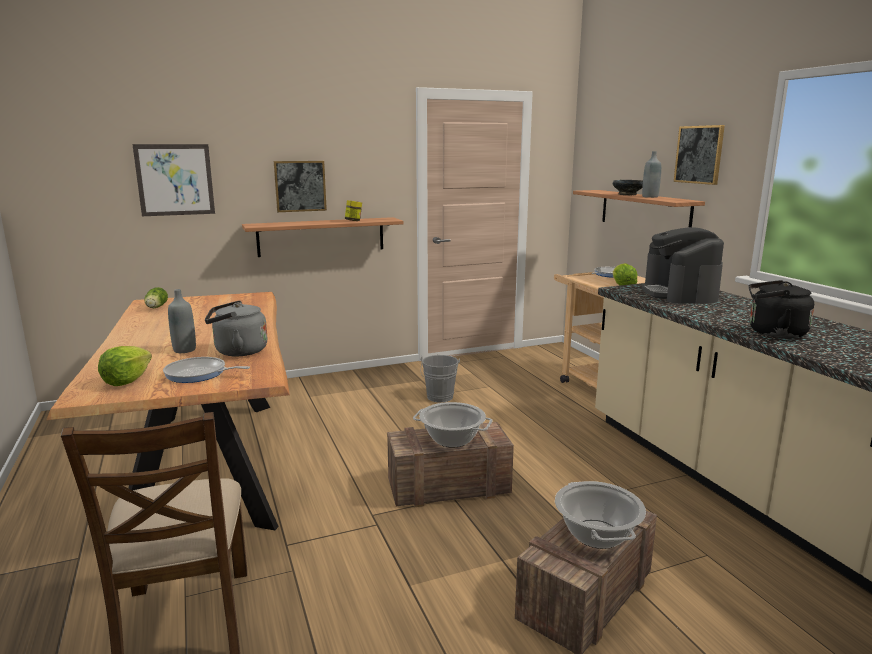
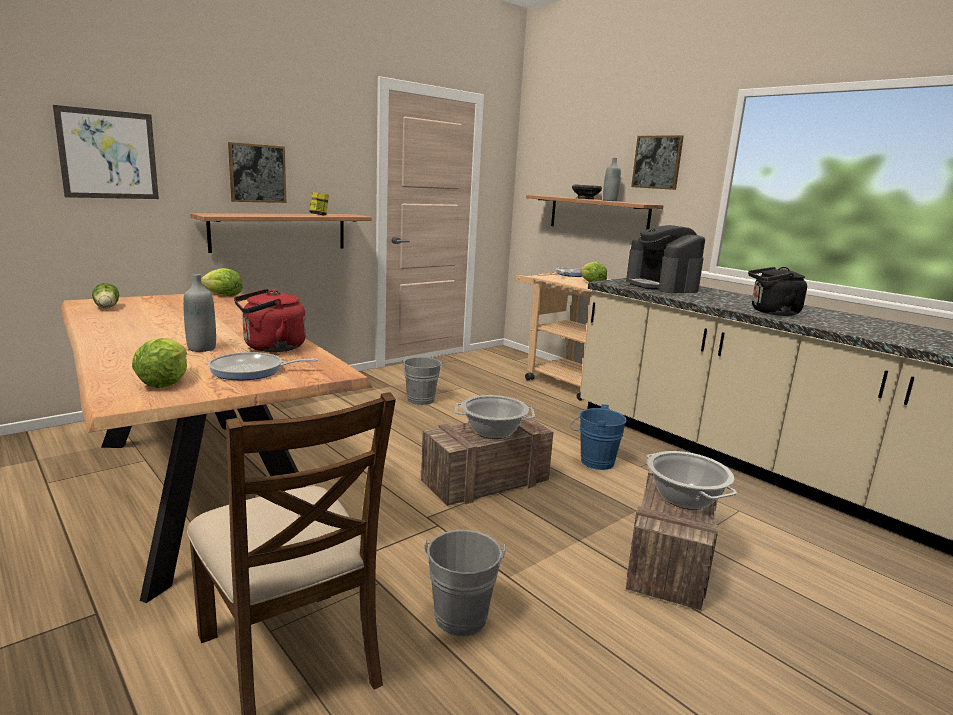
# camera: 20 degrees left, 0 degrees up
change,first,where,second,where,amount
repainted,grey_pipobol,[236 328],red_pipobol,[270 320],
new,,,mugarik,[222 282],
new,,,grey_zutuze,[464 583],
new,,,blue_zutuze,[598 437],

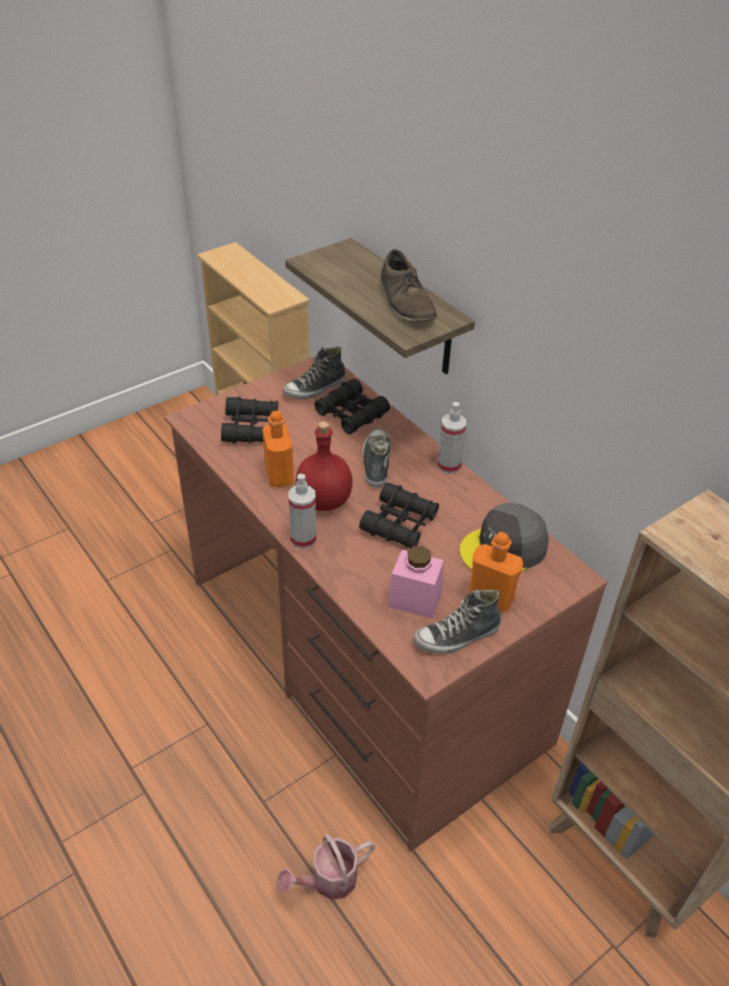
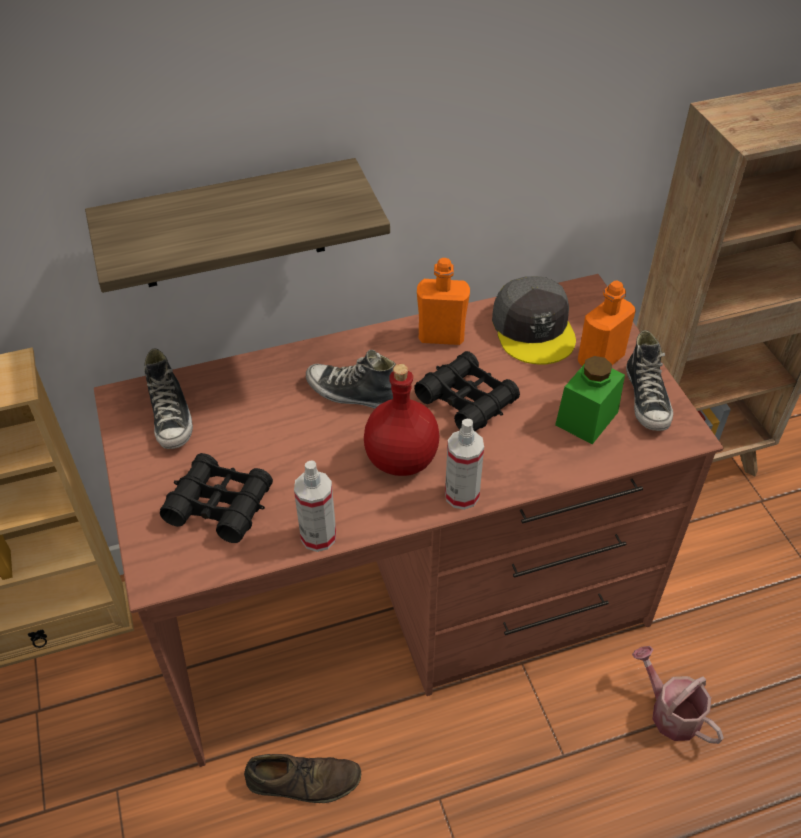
# camera: 70 degrees left, 5 degrees up
change,first,where,second,where,amount
shifted,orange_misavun,[278 448],,[443 301],
rotated,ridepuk,[326 867],,[678 695],150 degrees clockwise
gone,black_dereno,[352 406],,,
shifted,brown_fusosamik,[408 285],,[302 778],
repainted,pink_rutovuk,[415 582],green_rutovuk,[590 400],
shifted,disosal,[451 438],,[315 506],

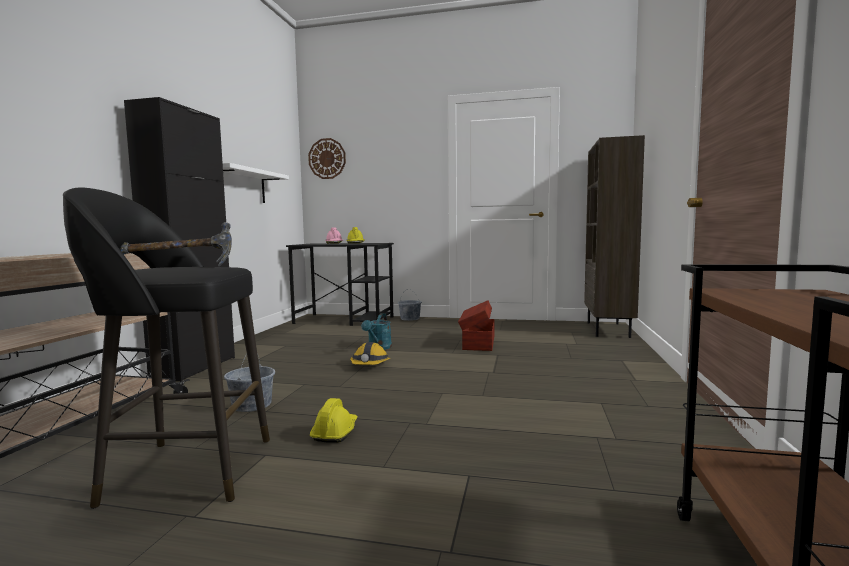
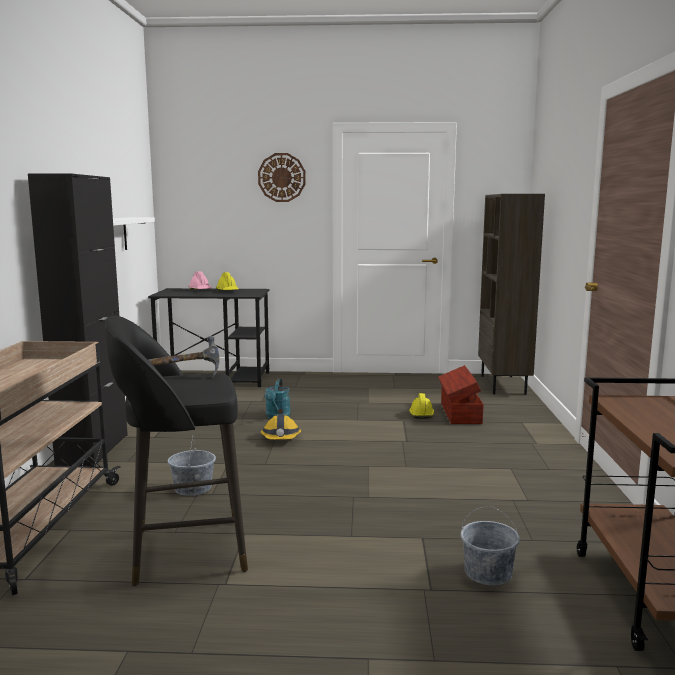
# camera: 10 degrees left, 5 degrees up
change,first,where,second,where,amount
shifted,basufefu,[327 158],,[282 177],
shifted,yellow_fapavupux,[334 420],,[421 406],
shifted,grey_zutuze,[410 305],,[490 545],
shifted,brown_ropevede,[476 325],,[461 394],

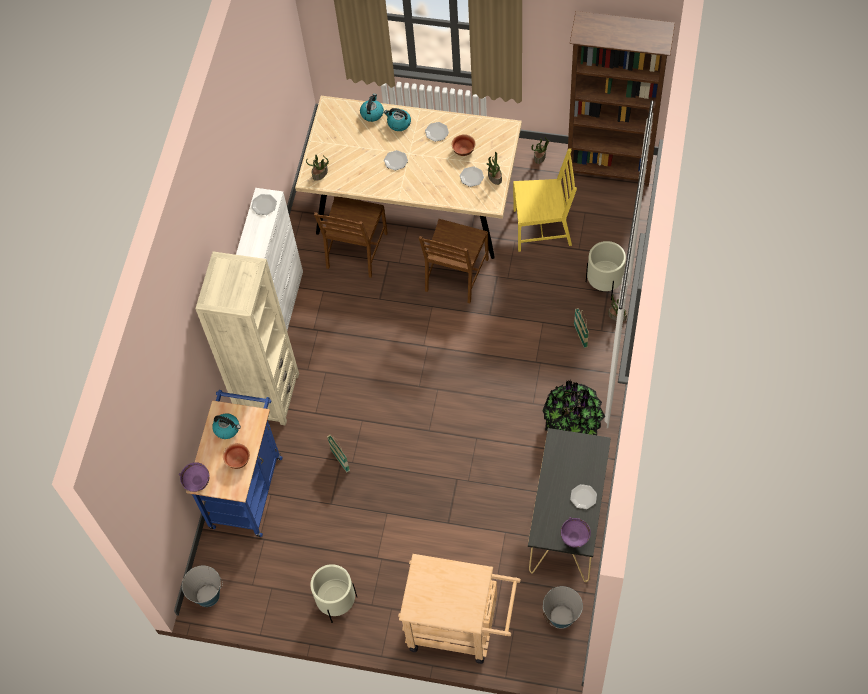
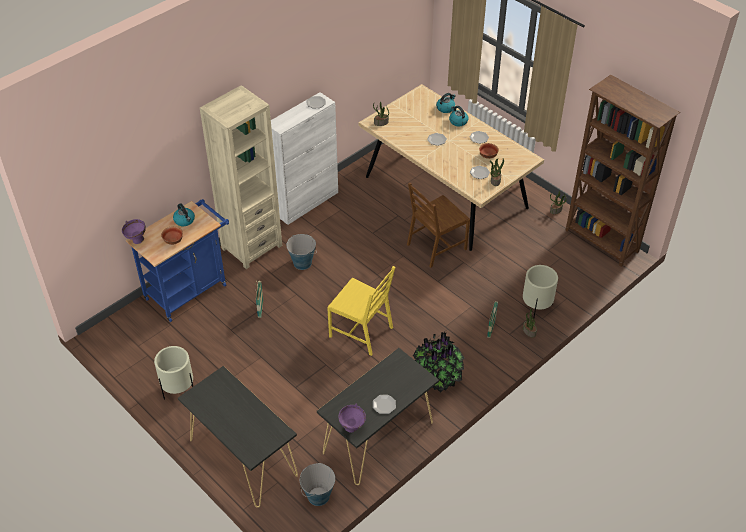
# camera: 30 degrees right, 15 degrees down
change,first,where,second,where,amount
shifted,zutuze,[202 586],,[301 252],
gone,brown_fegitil,[351 237],,,
swapped,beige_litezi,[459 609],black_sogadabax,[238 436],
shifted,yellow_fegitil,[545 200],,[361 311],

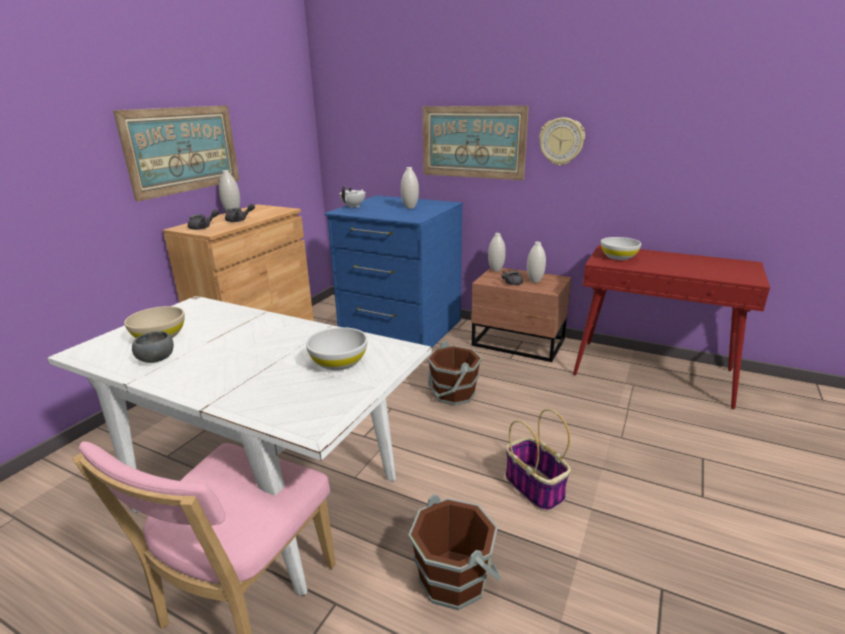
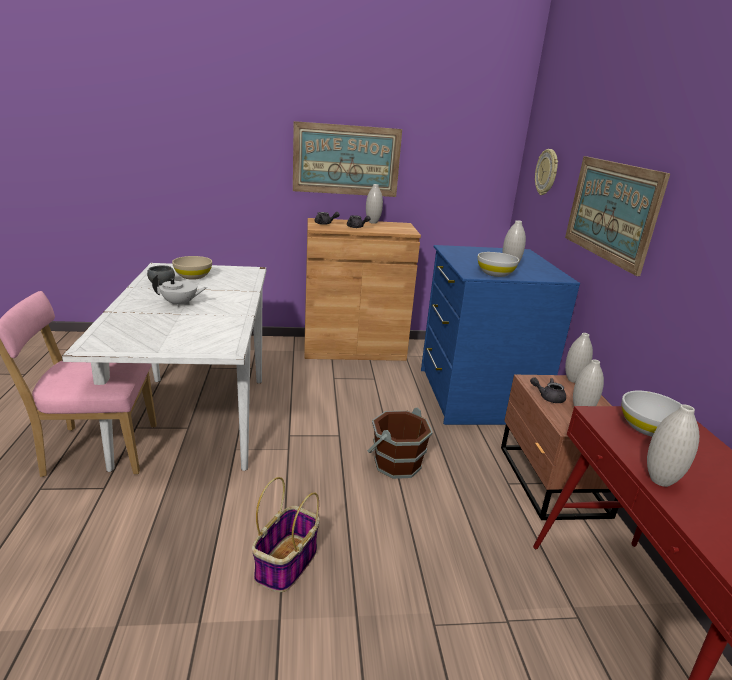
# camera: 55 degrees right, 0 degrees up
change,first,where,second,where,amount
shifted,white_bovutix,[337 348],,[498 264],
shifted,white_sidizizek,[352 197],,[179 291],
gone,brown_zutuze,[455 552],,,
shifted,basufefu,[562 141],,[546 172],
new,,,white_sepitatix,[673 445],

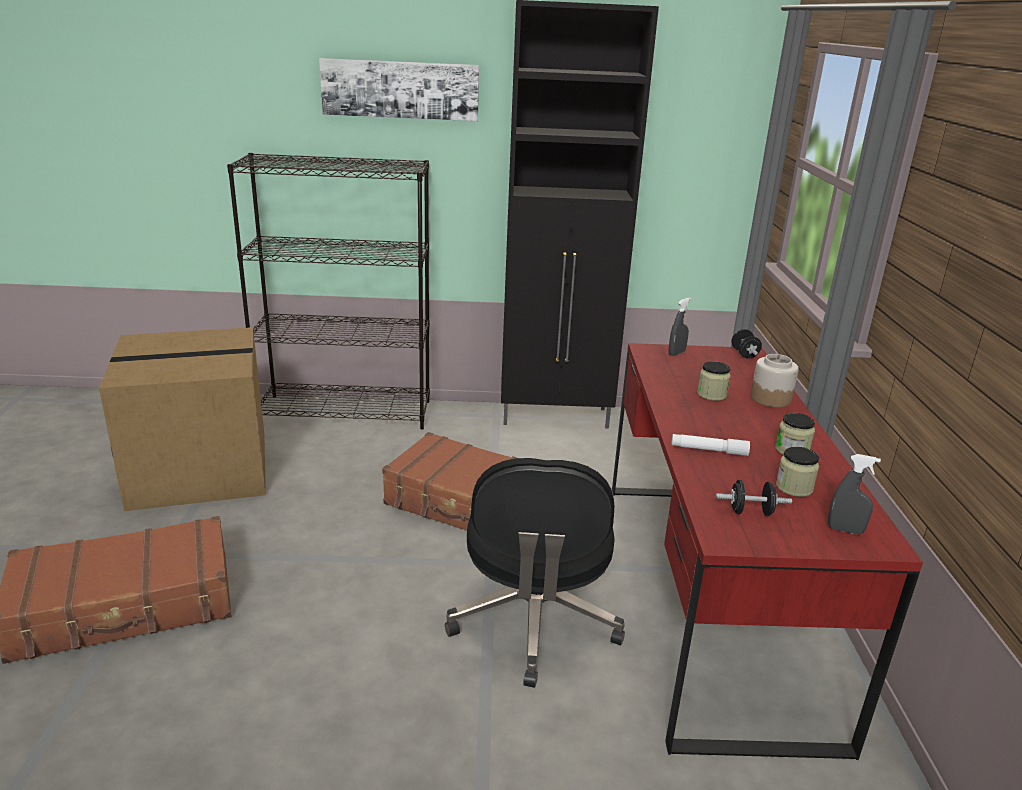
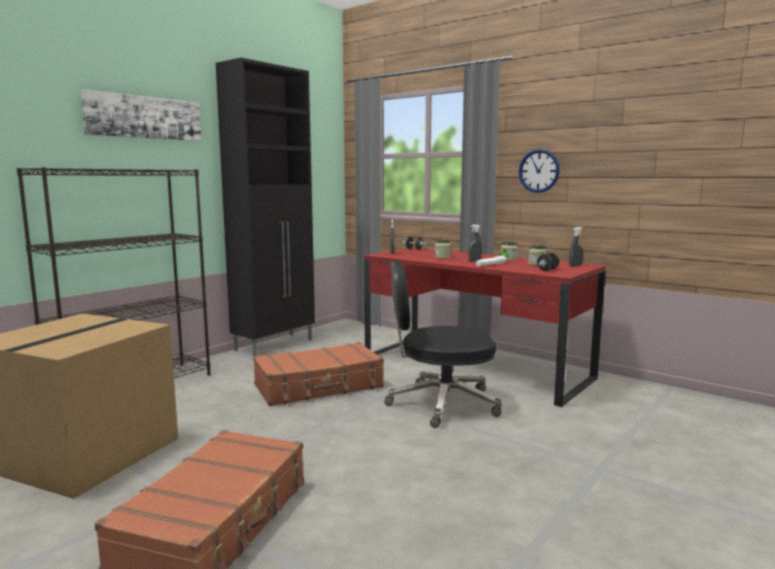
# camera: 50 degrees left, 15 degrees down
change,first,where,second,where,amount
rotated,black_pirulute,[535 573],,[443 344],135 degrees clockwise
gone,rutovuk,[774 380],,,
new,,,grey_disosal,[475 243],
new,,,basufefu,[539 171],

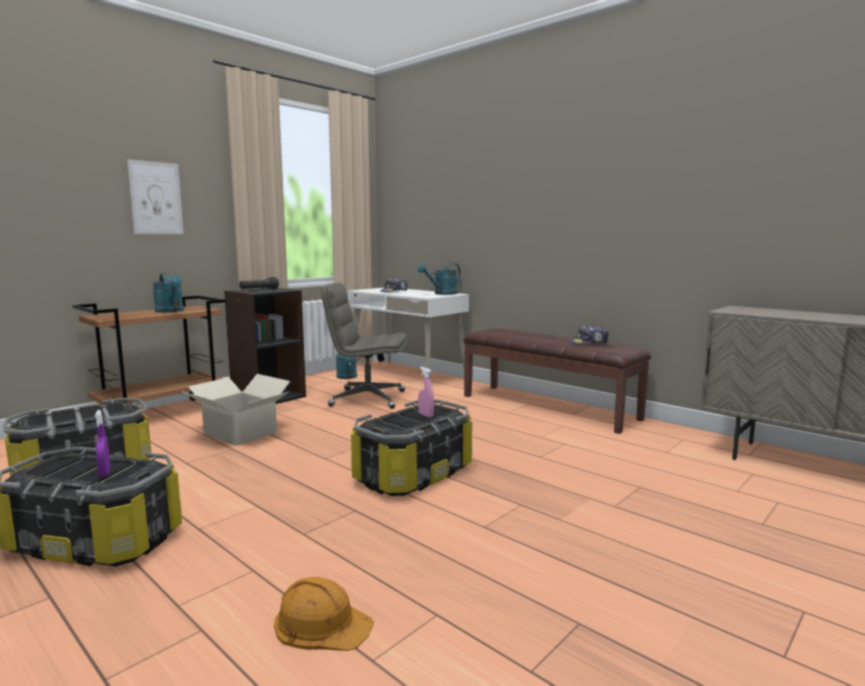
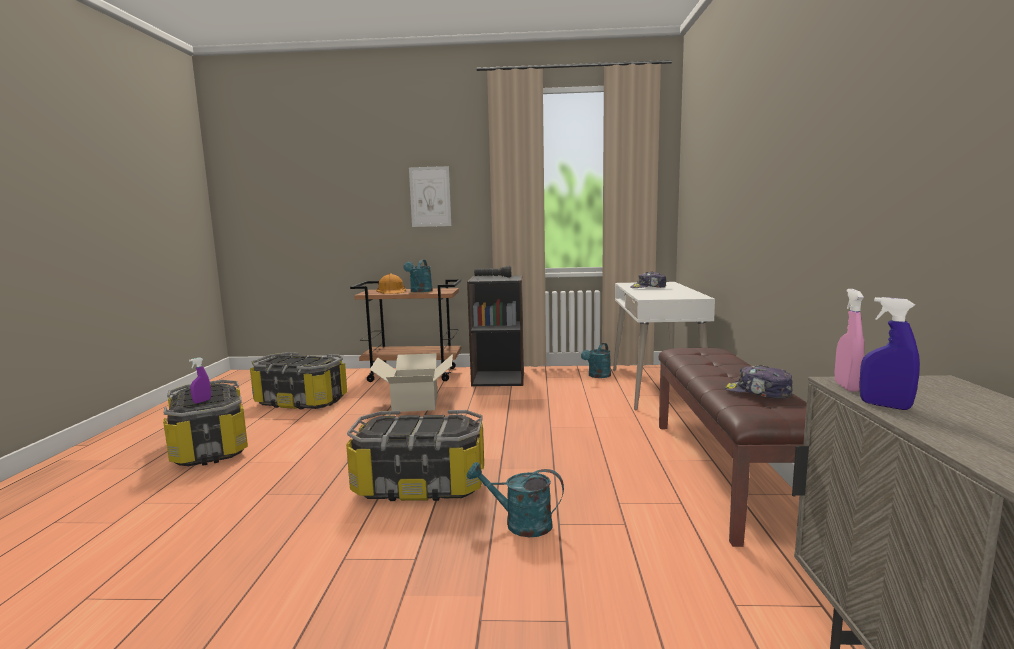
# camera: 50 degrees right, 0 degrees up
change,first,where,second,where,amount
shifted,orange_fapavupux,[324 614],,[391 283],
gone,grey_pirulute,[364 346],,,
shifted,turquoise_ridepuk,[439 279],,[515 499],
shifted,pink_disosal,[426 392],,[849 340],
new,,,blue_disosal,[889 353],

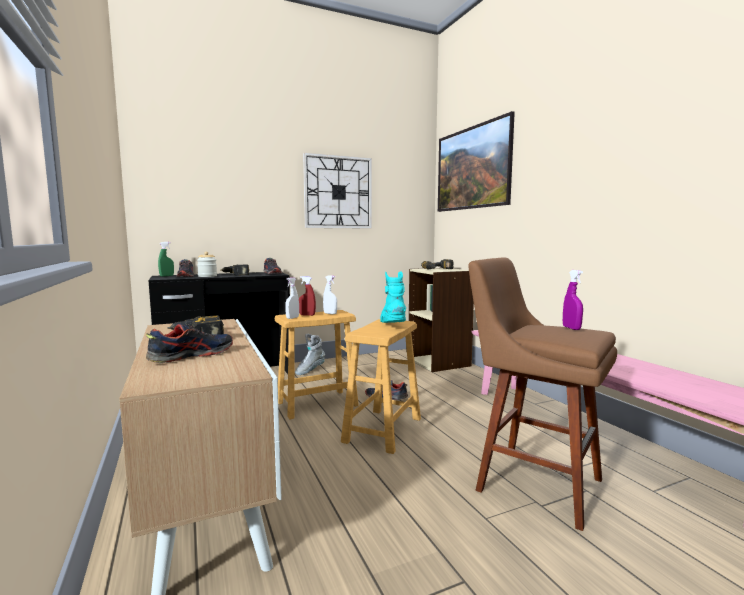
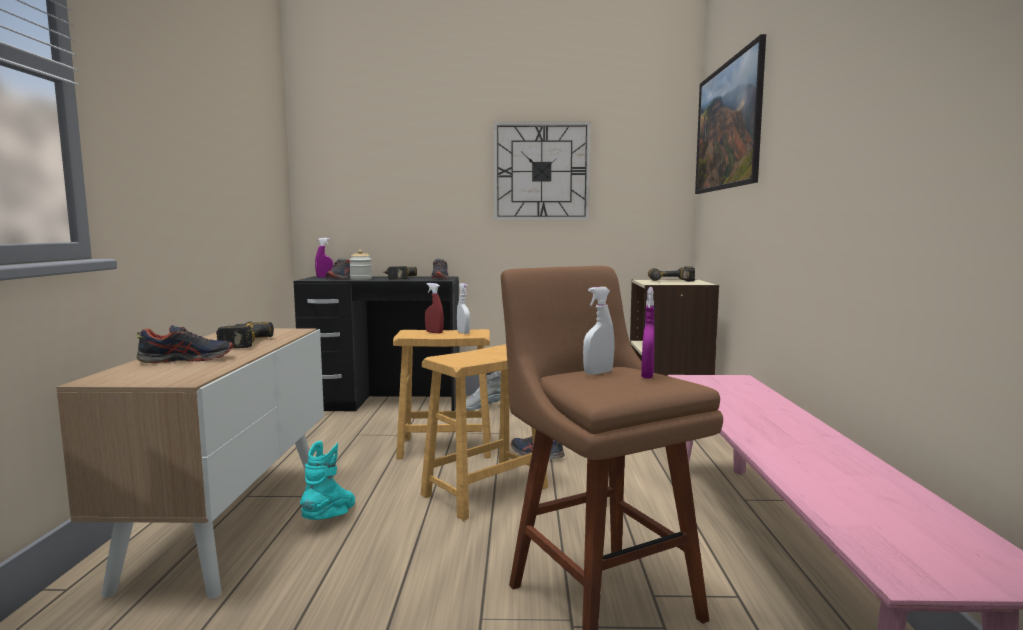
# camera: 25 degrees right, 0 degrees up
change,first,where,second,where,amount
repainted,green_disosal,[166 259],purple_disosal,[324 258],
shifted,white_disosal,[292 298],,[598 331],
shifted,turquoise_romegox,[393 297],,[327 480],

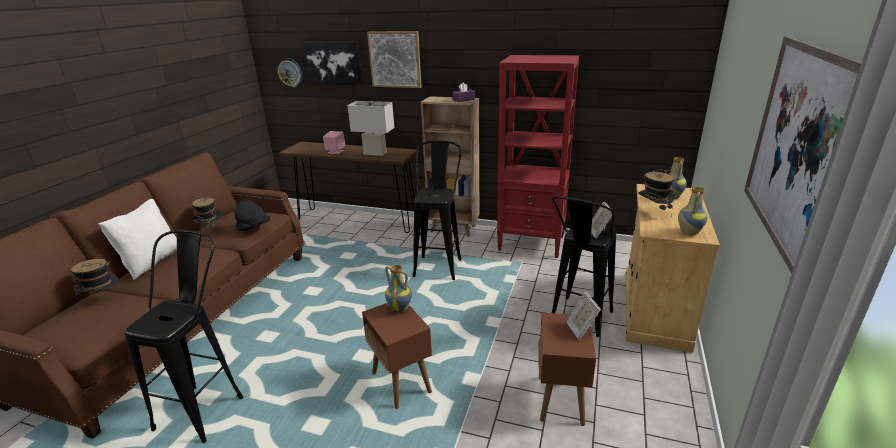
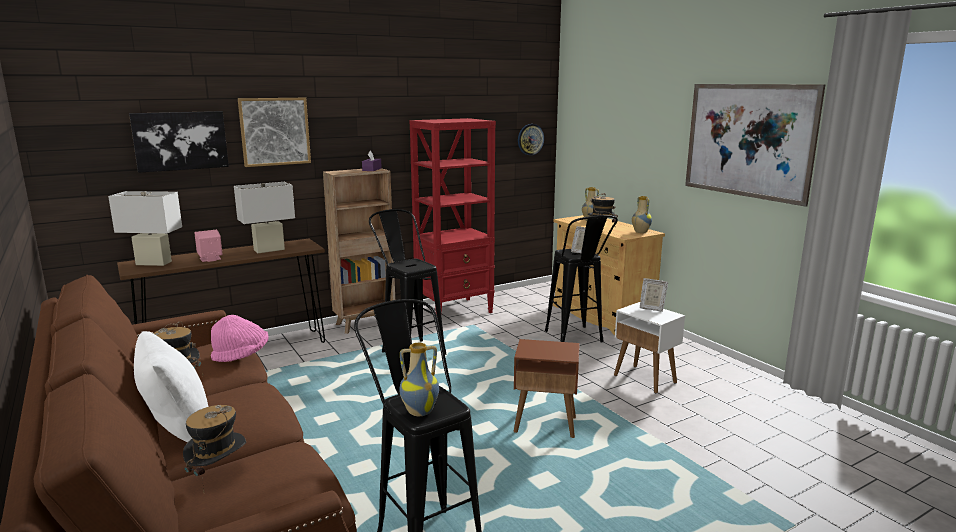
# camera: 50 degrees left, 10 degrees down
change,first,where,second,where,amount
repainted,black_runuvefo,[252 215],pink_runuvefo,[240 338],
shifted,basufefu,[289 73],,[531 139],
shifted,sepitatix,[398 289],,[419 379],
repainted,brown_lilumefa,[567 369],white_lilumefa,[649 347],
new,,,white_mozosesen,[145 228],

